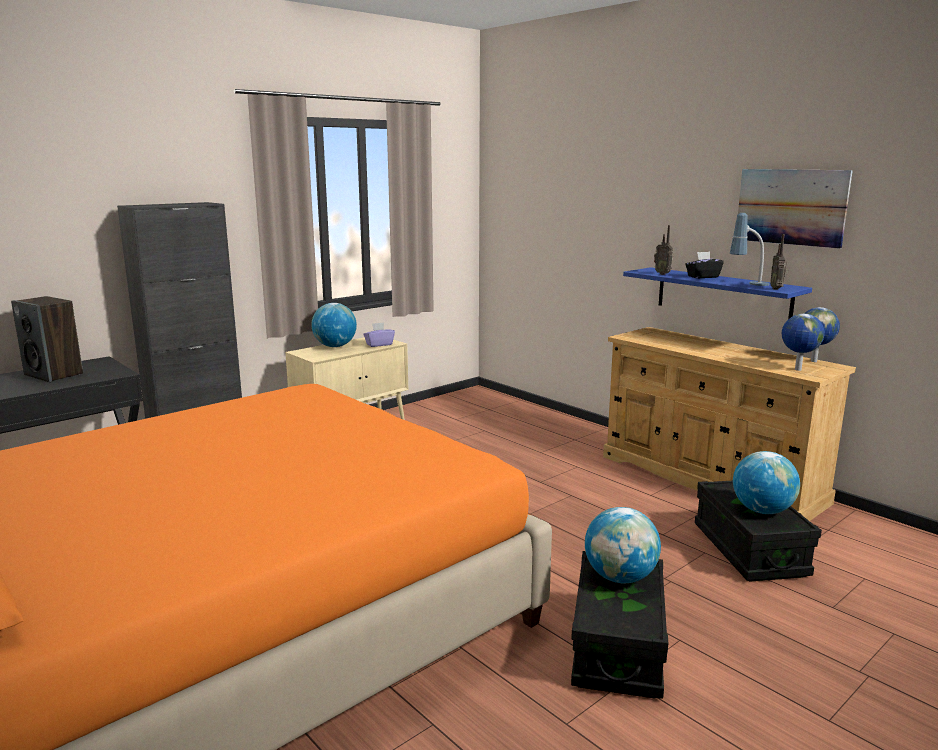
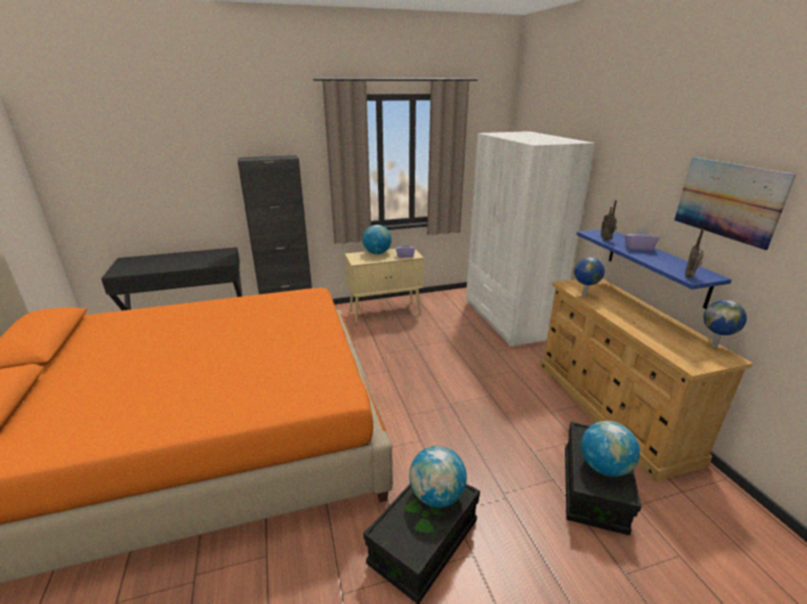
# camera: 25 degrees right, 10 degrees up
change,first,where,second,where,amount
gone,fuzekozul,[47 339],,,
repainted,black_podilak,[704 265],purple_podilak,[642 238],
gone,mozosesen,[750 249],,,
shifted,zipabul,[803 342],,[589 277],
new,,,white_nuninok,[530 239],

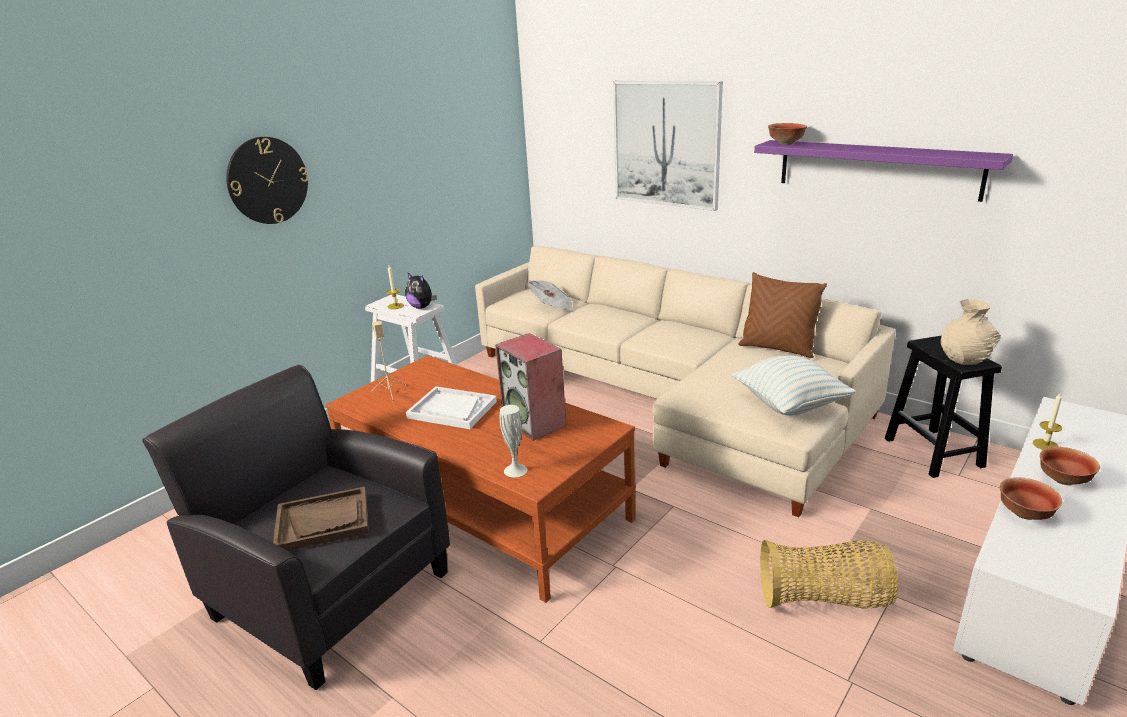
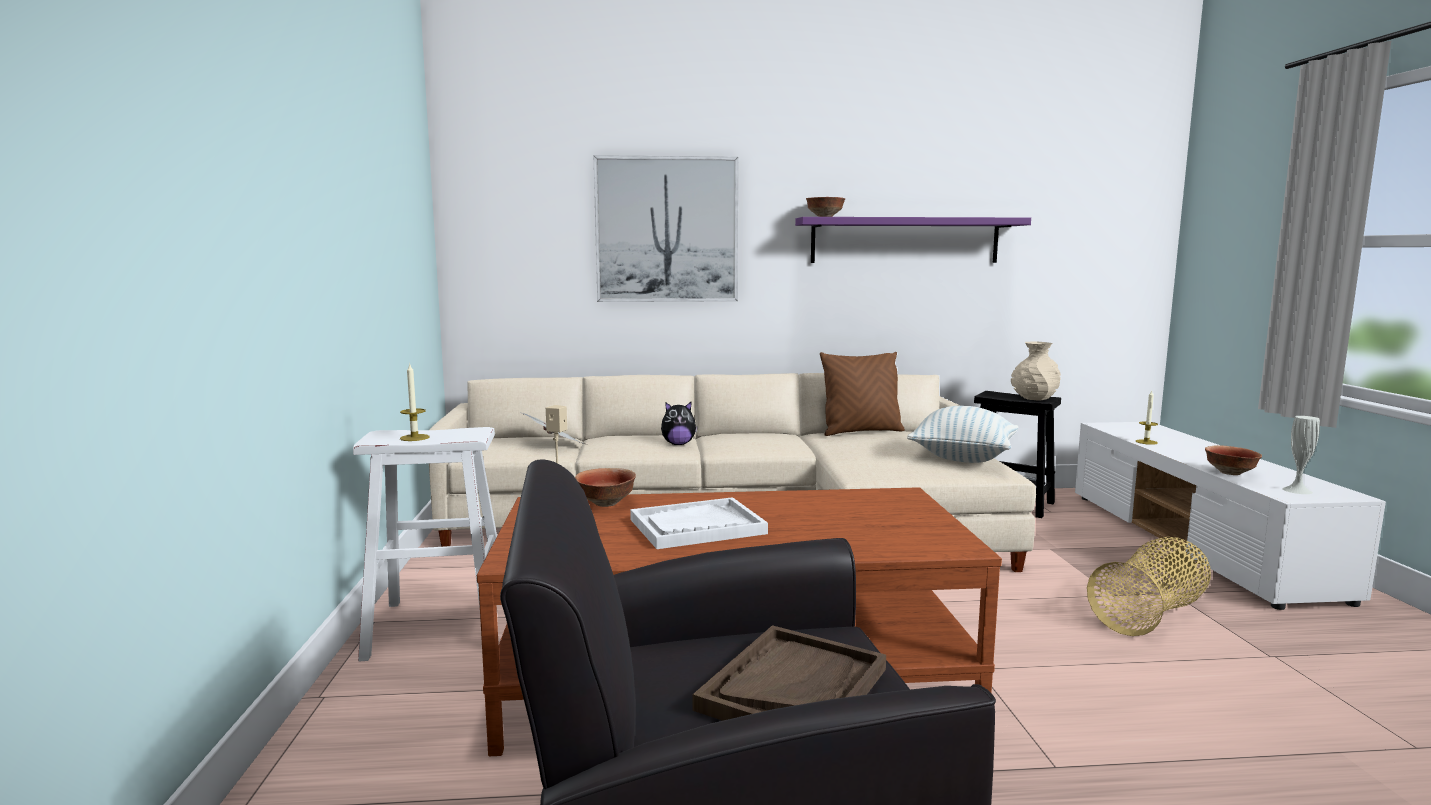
# camera: 45 degrees left, 15 degrees down
change,first,where,second,where,amount
gone,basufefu,[267 180],,,
shifted,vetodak,[421 290],,[679 423],
gone,fuzekozul,[530 387],,,
shifted,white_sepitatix,[513 441],,[1301 455],
shifted,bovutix,[1070 466],,[605 487],

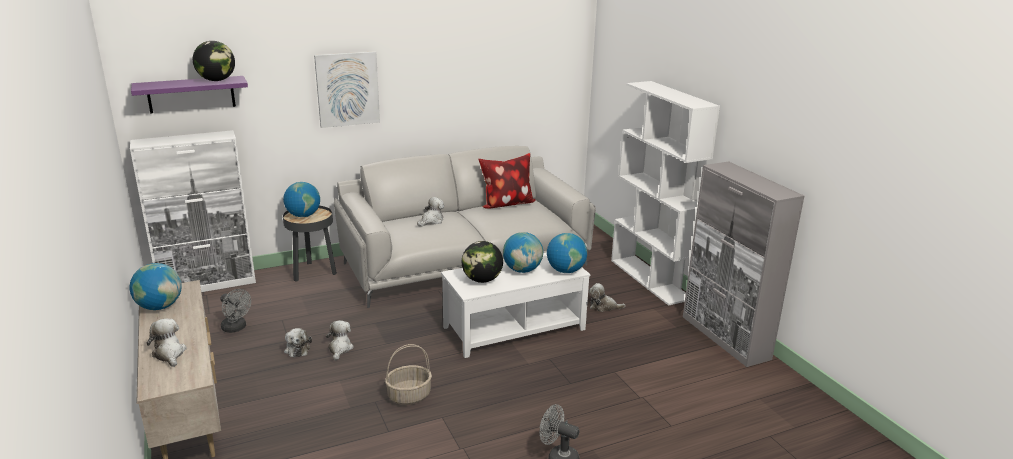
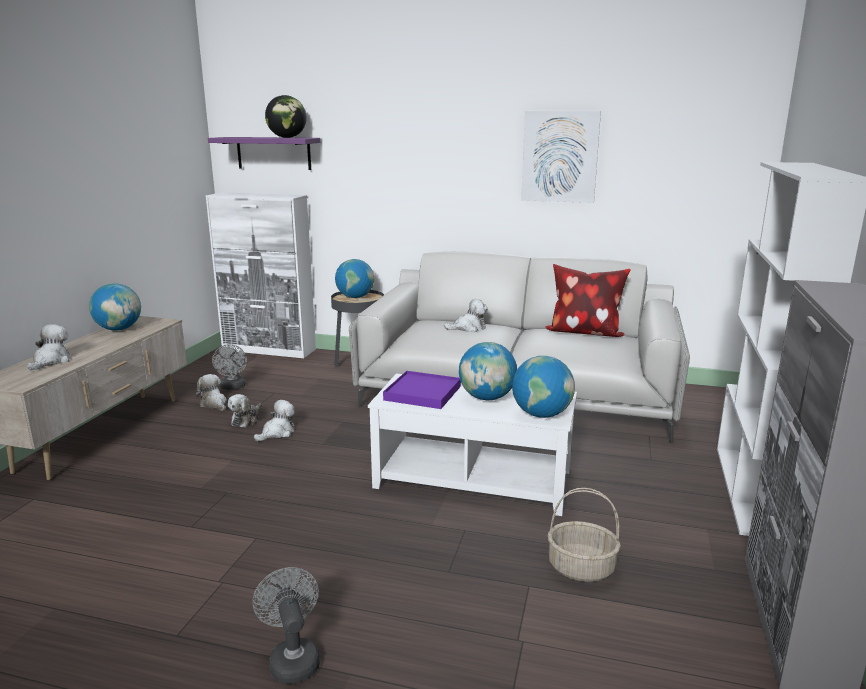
# camera: 40 degrees right, 5 degrees down
change,first,where,second,where,amount
shifted,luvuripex,[347 89],,[561 157],
shifted,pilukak,[408 374],,[584 535],
swapped,zipabul,[482 262],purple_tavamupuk,[422 390],
shifted,vetodak,[607 297],,[211 392],

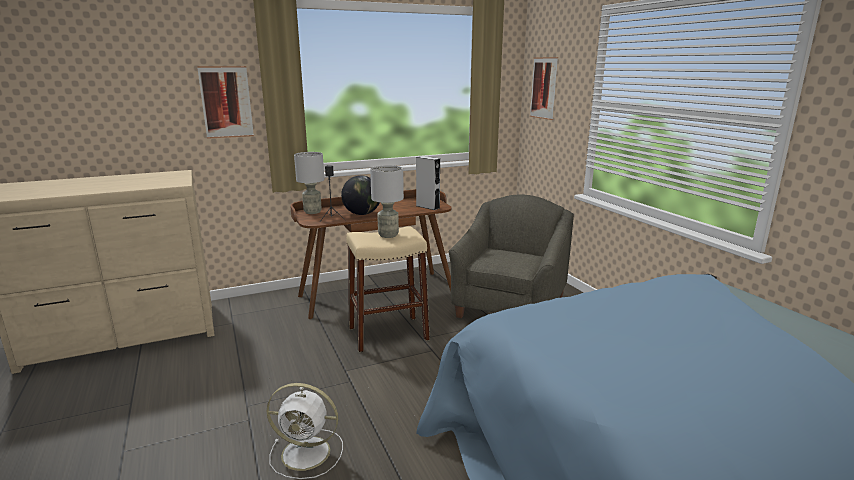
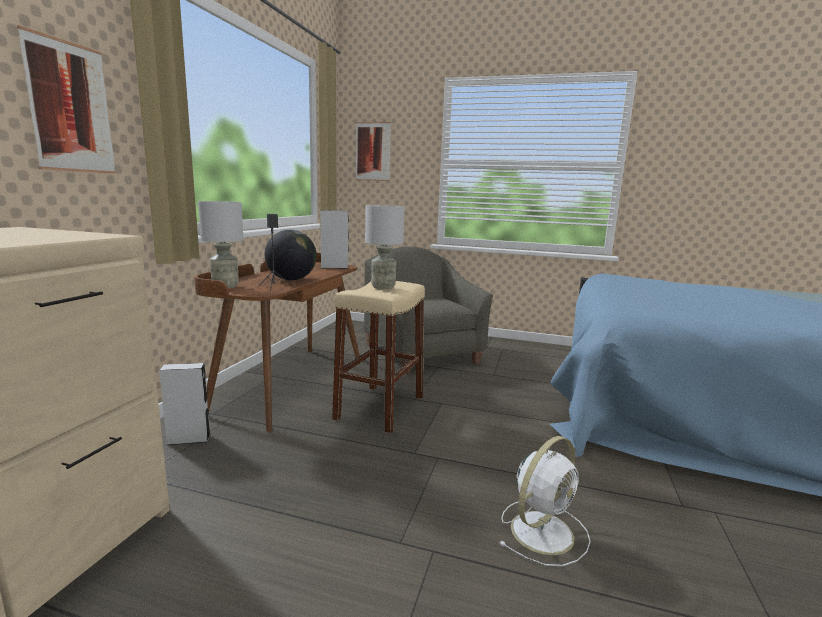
# camera: 50 degrees left, 5 degrees down
change,first,where,second,where,amount
new,,,grey_fuzekozul,[184 404],

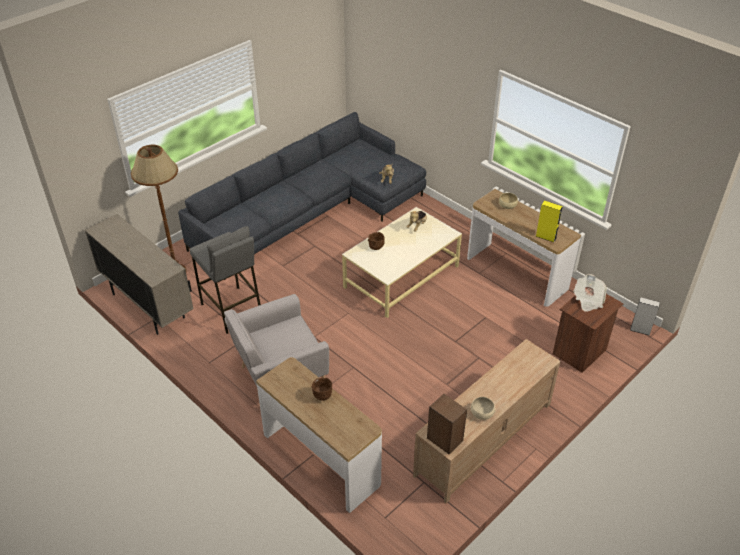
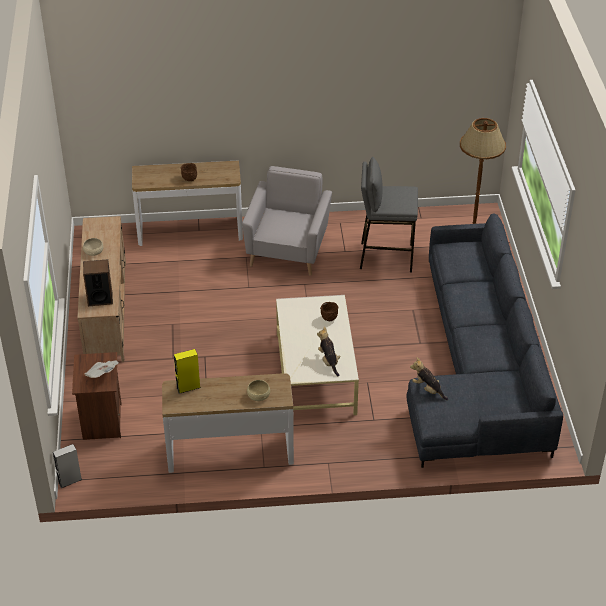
# camera: 130 degrees right, 0 degrees up
change,first,where,second,where,amount
gone,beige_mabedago,[139 274],,,
shifted,fuzekozul,[447 424],,[98 282],

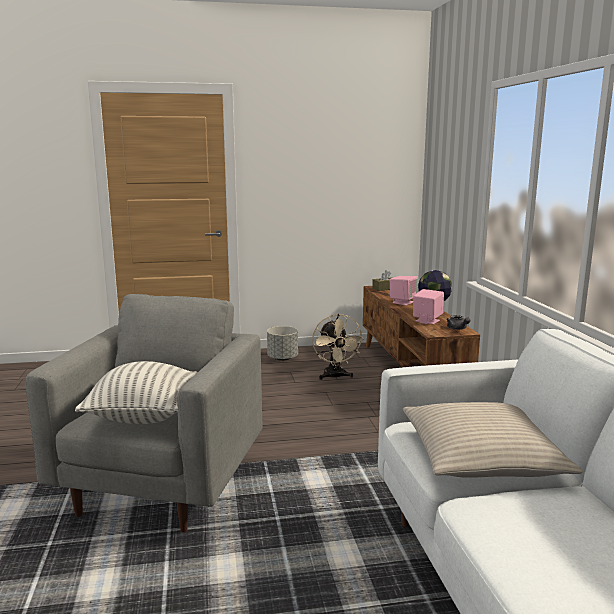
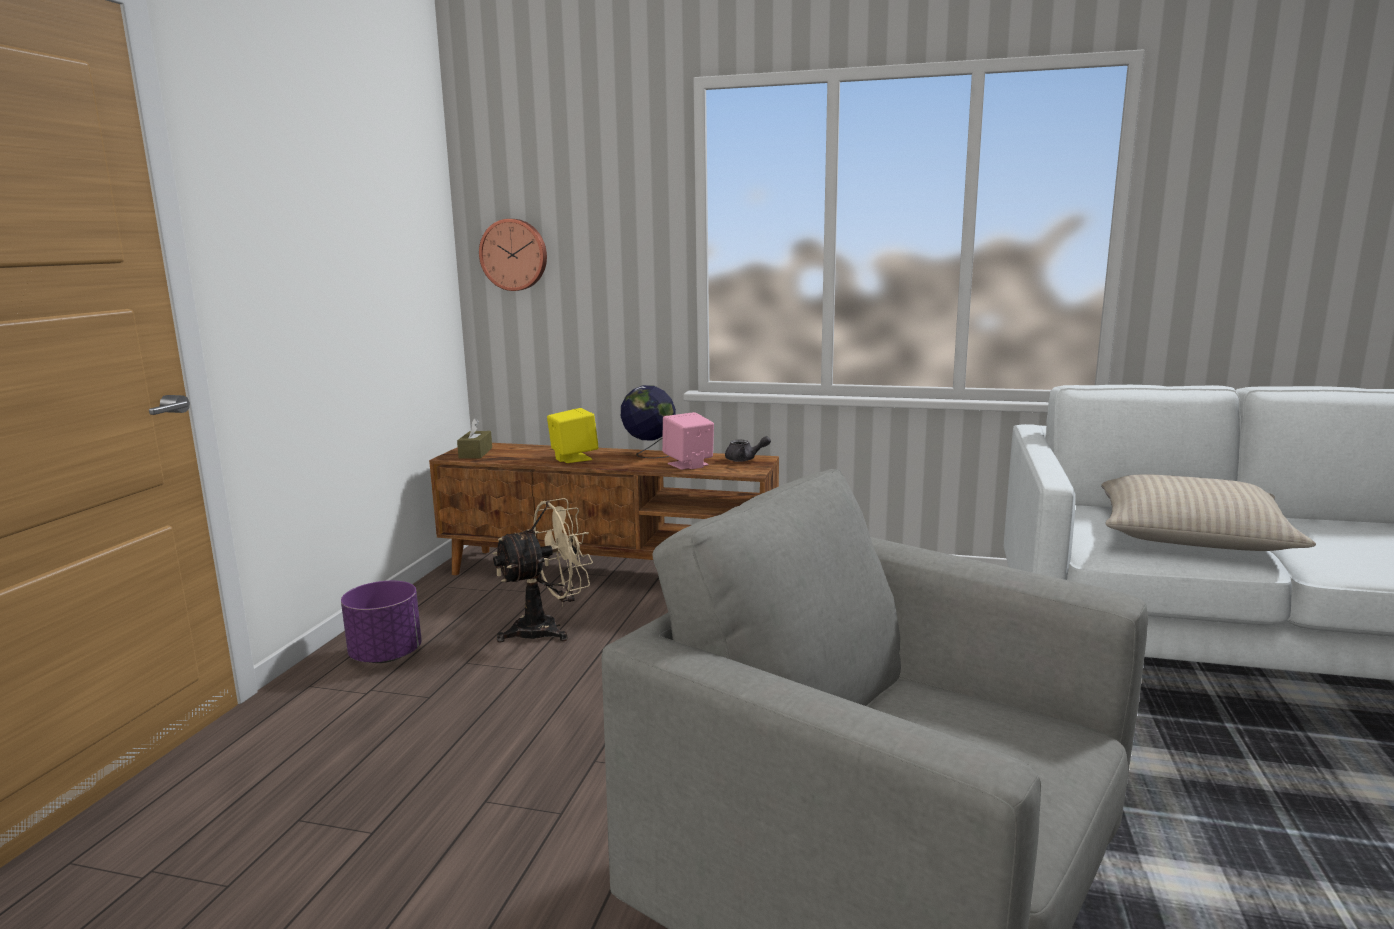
# camera: 65 degrees left, 0 degrees up
change,first,where,second,where,amount
gone,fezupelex,[136 392],,,
repainted,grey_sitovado,[282 343],purple_sitovado,[381 622],
rotated,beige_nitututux,[338 347],,[543 570],45 degrees counterclockwise
repainted,pink_fuzekozul,[404 290],yellow_fuzekozul,[572 435],
new,,,basufefu,[513 255],

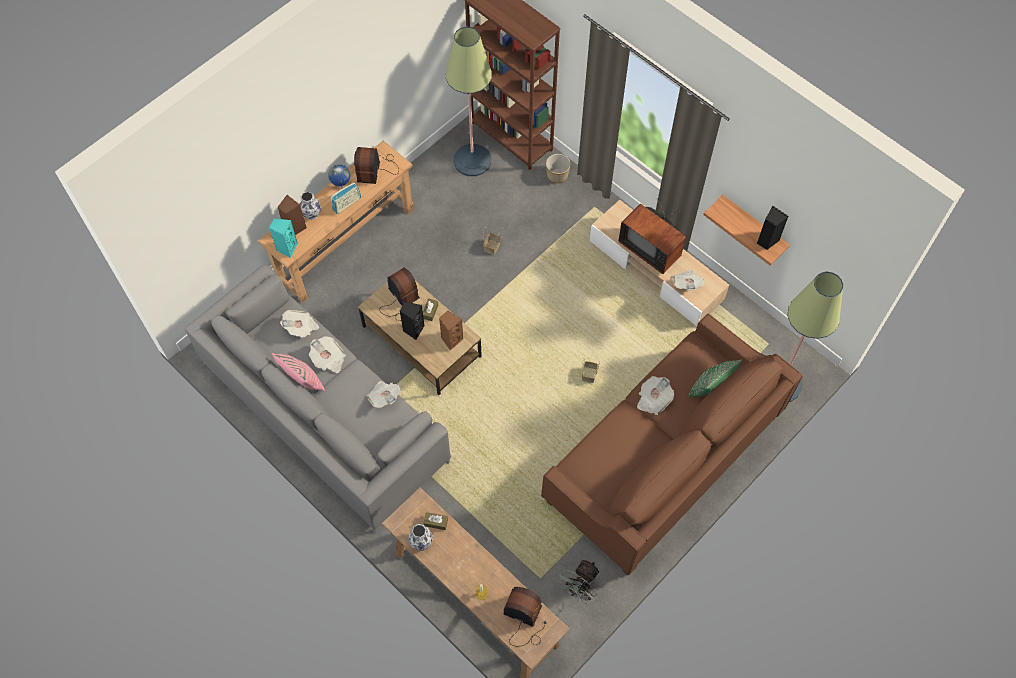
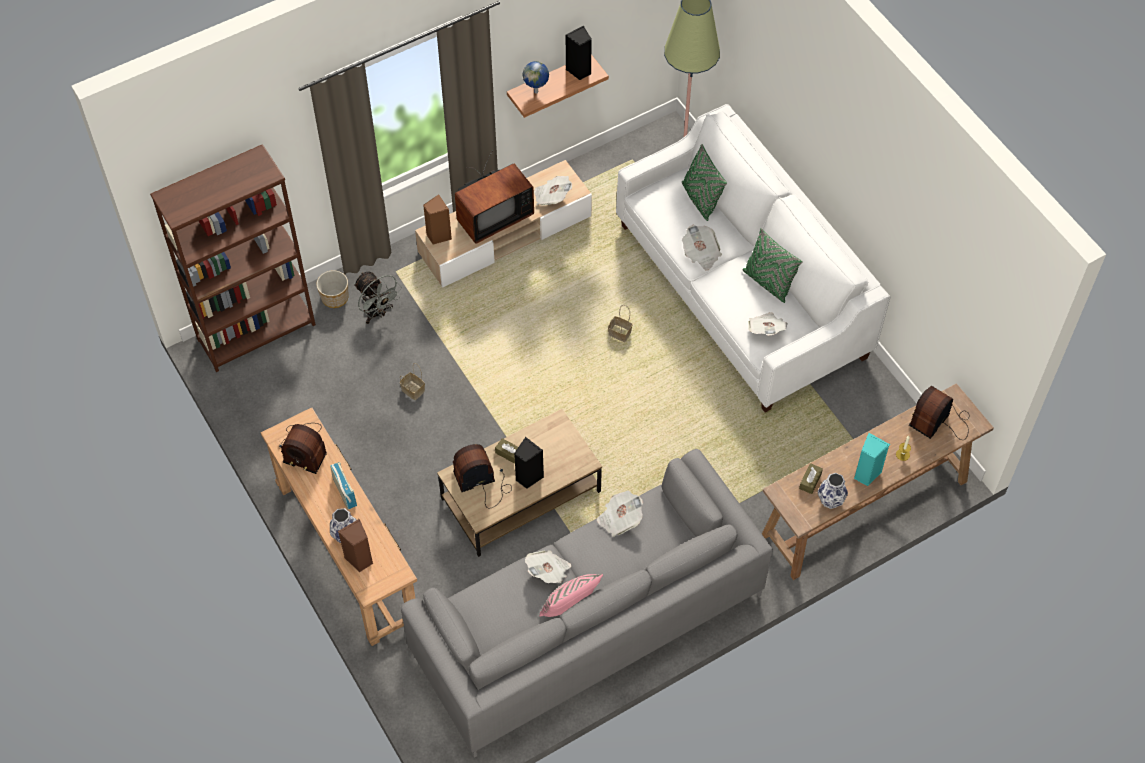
# camera: 75 degrees left, 5 degrees down
change,first,where,second,where,amount
shifted,turquoise_fuzekozul,[283 238],,[872 459],
shifted,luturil,[299 324],,[768 324],
shifted,zipabul,[339 176],,[536 77],
shifted,brown_fuzekozul,[451 331],,[437 219],
gone,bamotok,[469 101],,,
repainted,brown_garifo,[672 444],white_garifo,[753 258],
shifted,grey_nitututux,[578 581],,[378 298],
new,,,green_fezupelex,[772 265],

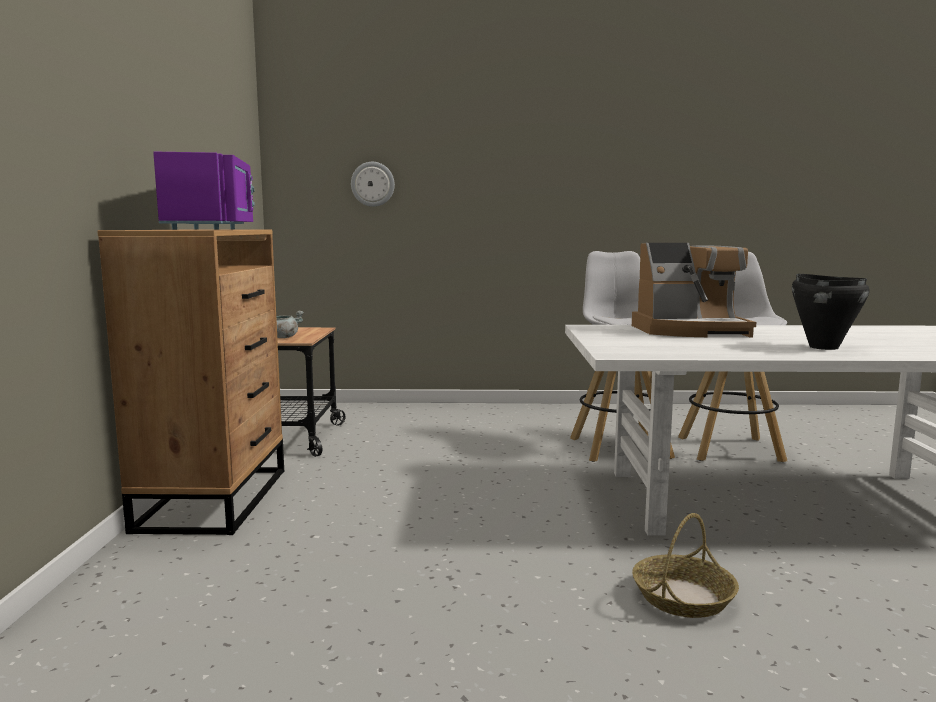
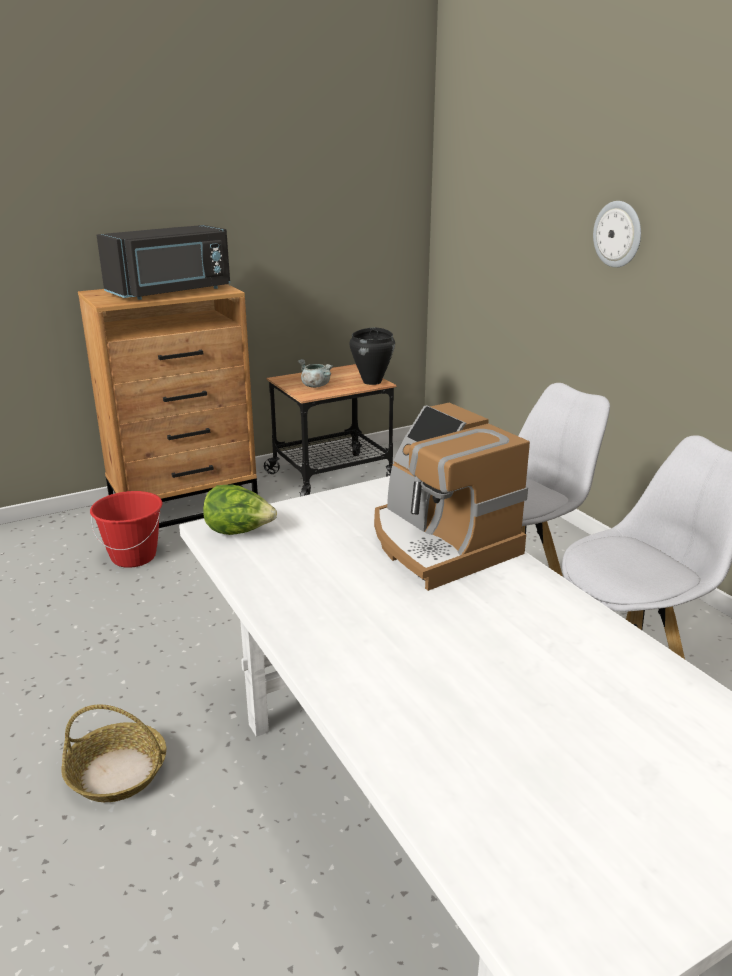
# camera: 60 degrees right, 15 degrees up
change,first,where,second,where,amount
repainted,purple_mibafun,[204 190],black_mibafun,[163 262],
shifted,basufefu,[373 184],,[617 234],
shifted,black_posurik,[830 312],,[372 356],
new,,,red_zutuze,[126 529],
new,,,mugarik,[240 510],

